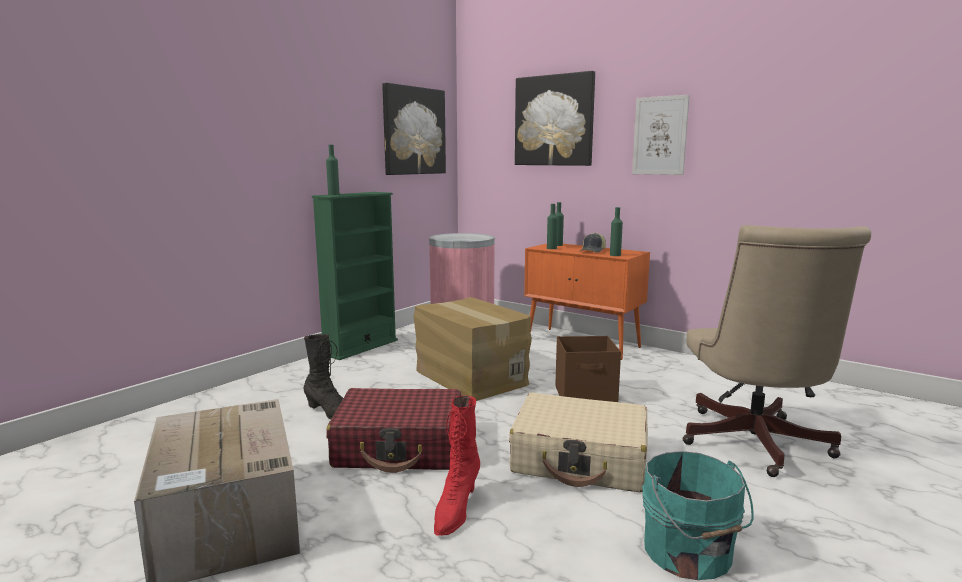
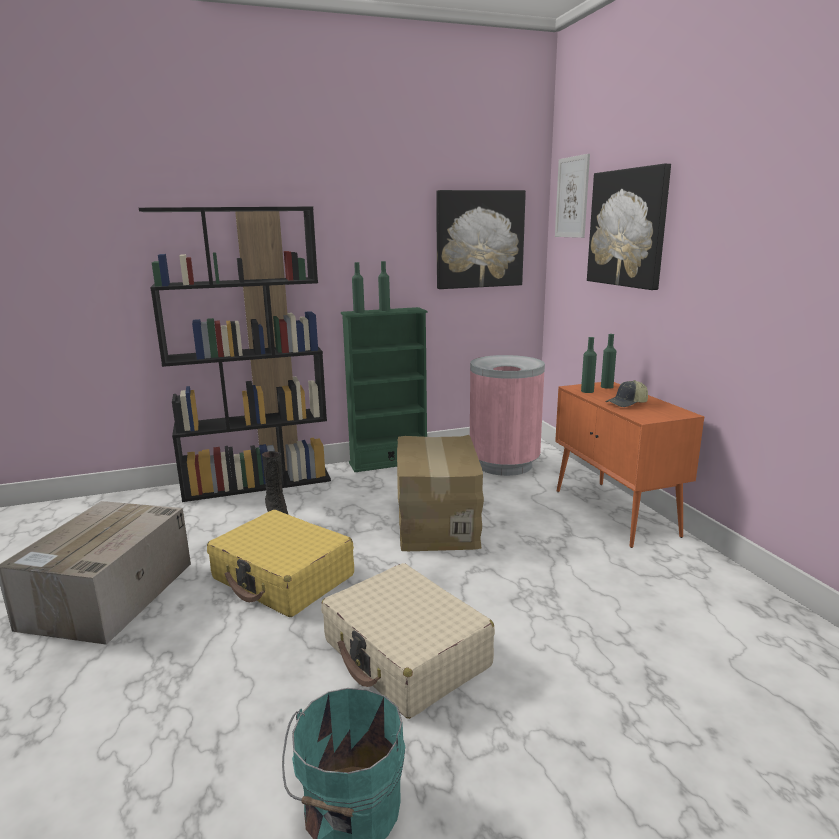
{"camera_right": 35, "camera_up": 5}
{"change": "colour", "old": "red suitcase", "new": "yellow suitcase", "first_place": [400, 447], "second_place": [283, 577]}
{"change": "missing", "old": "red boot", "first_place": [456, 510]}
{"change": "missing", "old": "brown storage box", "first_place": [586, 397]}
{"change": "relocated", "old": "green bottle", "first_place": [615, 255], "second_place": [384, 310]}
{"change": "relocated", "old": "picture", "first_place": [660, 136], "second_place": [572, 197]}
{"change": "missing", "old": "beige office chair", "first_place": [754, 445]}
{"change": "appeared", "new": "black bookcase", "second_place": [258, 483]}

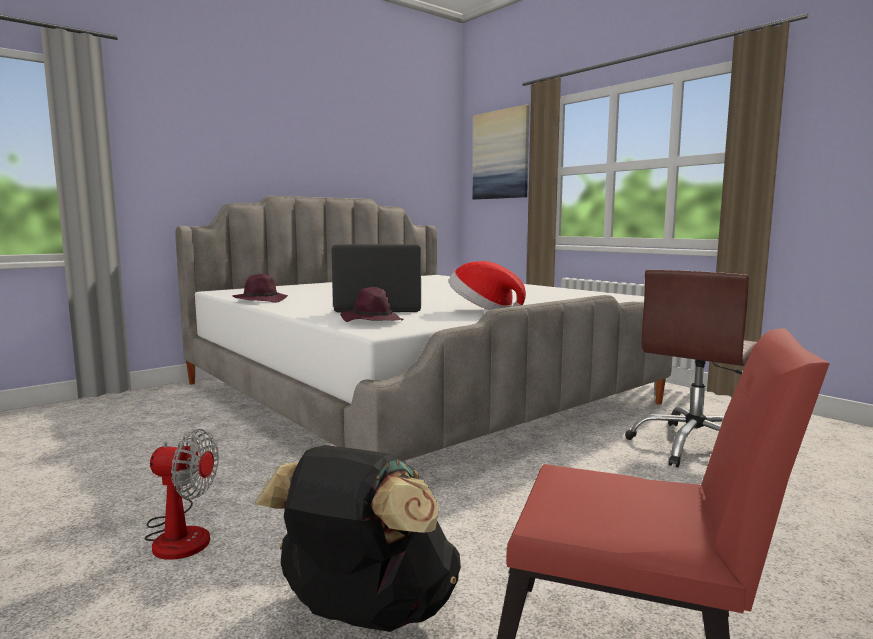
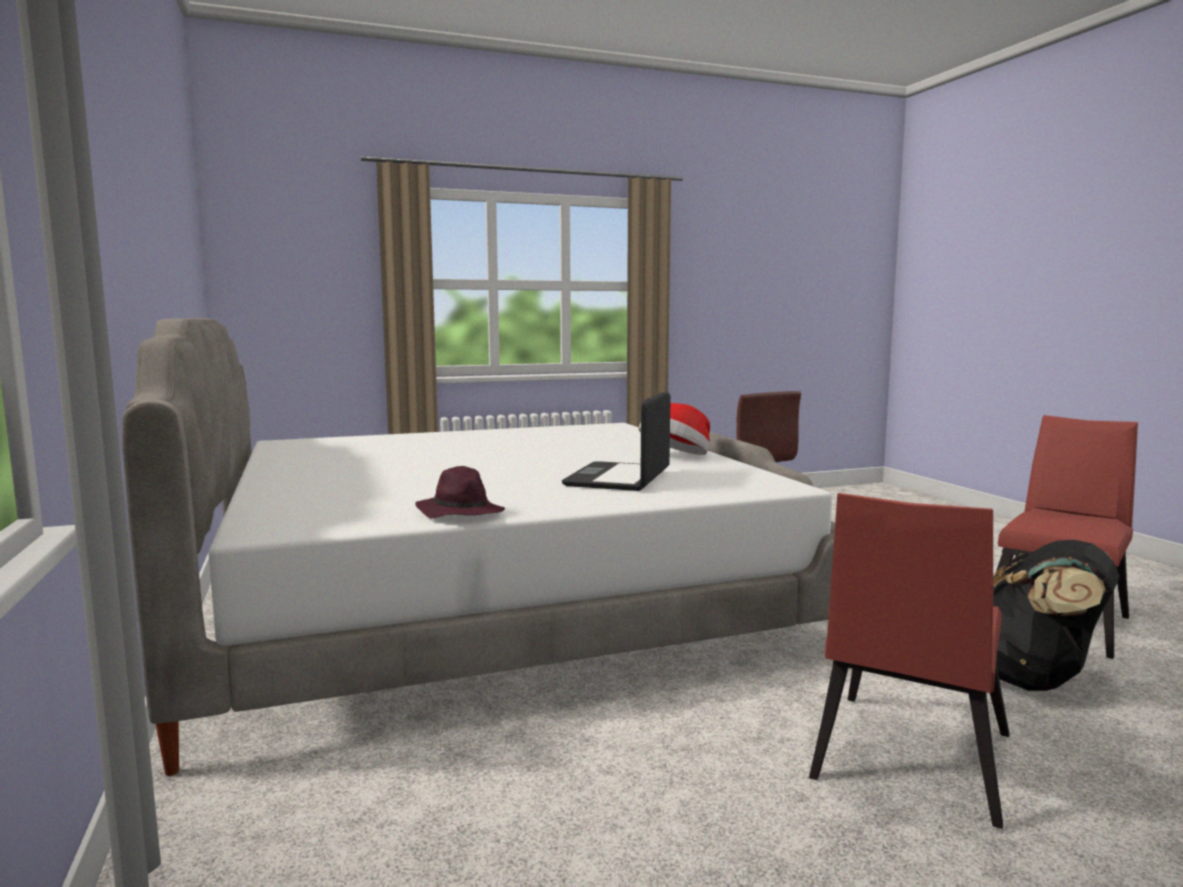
{"camera_right": -70, "camera_up": 0}
{"change": "exchanged", "old": "fan", "new": "red chair", "first_place": [179, 534], "second_place": [907, 762]}
{"change": "missing", "old": "purple hat", "first_place": [371, 321]}
{"change": "missing", "old": "picture", "first_place": [501, 155]}

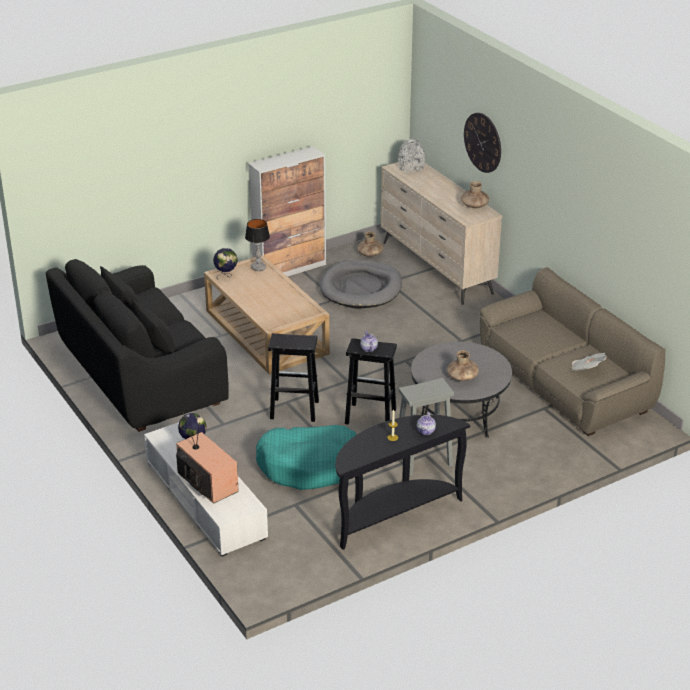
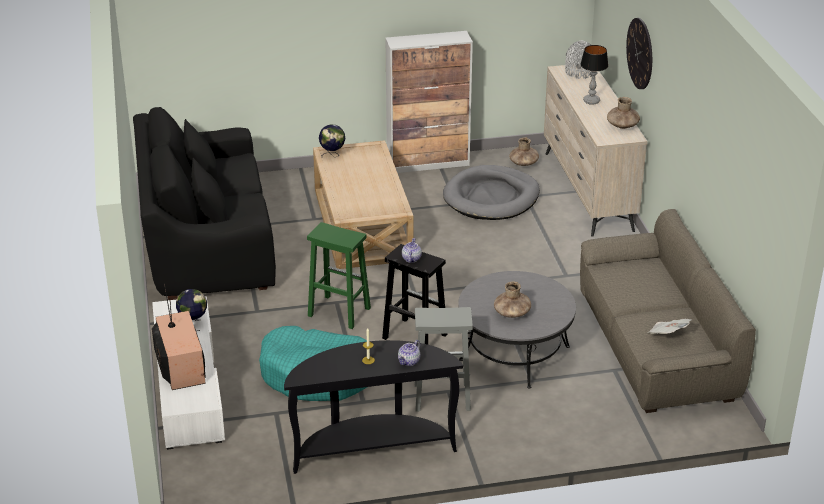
{"camera_right": 20, "camera_up": 0}
{"change": "relocated", "old": "table lamp", "first_place": [259, 268], "second_place": [591, 101]}
{"change": "colour", "old": "black stool", "new": "green stool", "first_place": [293, 410], "second_place": [338, 312]}

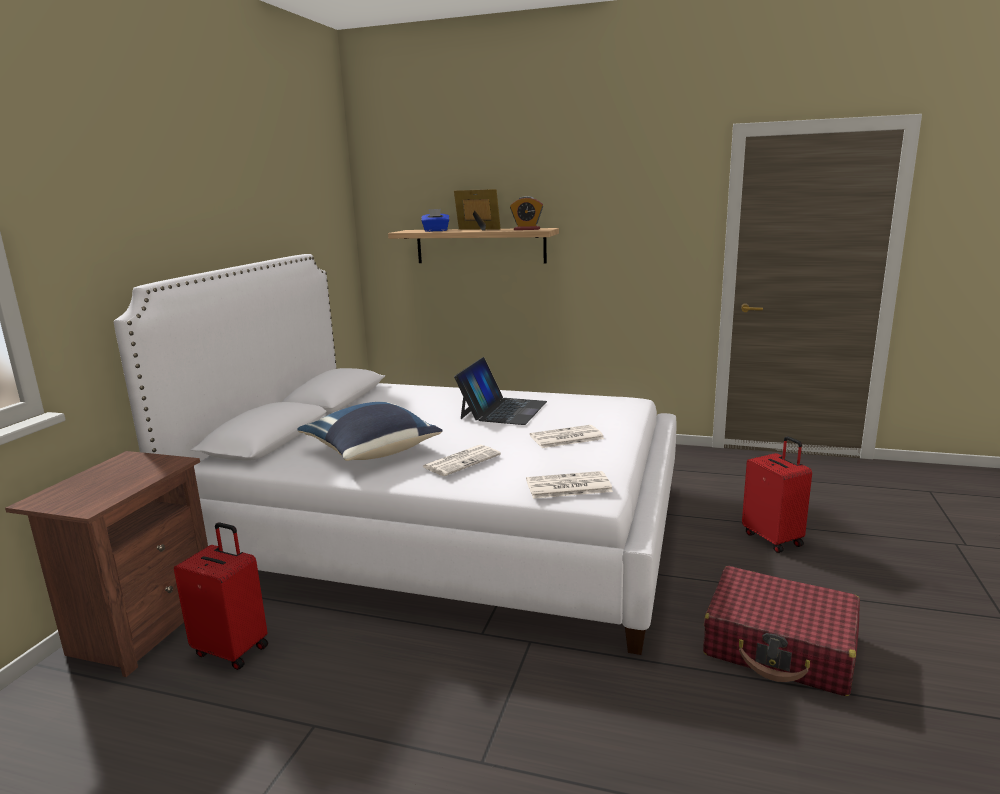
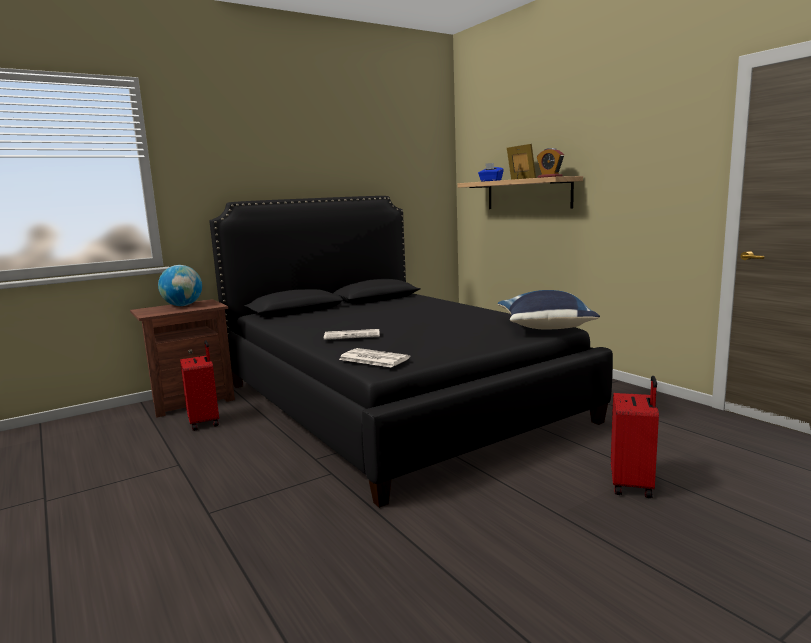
{"camera_right": 40, "camera_up": -5}
{"change": "colour", "old": "white bed", "new": "black bed", "first_place": [445, 529], "second_place": [394, 402]}
{"change": "relocated", "old": "blue pillow", "first_place": [372, 452], "second_place": [545, 328]}
{"change": "missing", "old": "laptop", "first_place": [503, 410]}
{"change": "missing", "old": "newspaper", "first_place": [566, 438]}
{"change": "missing", "old": "red suitcase", "first_place": [780, 646]}
{"change": "appeared", "new": "globe", "second_place": [183, 305]}

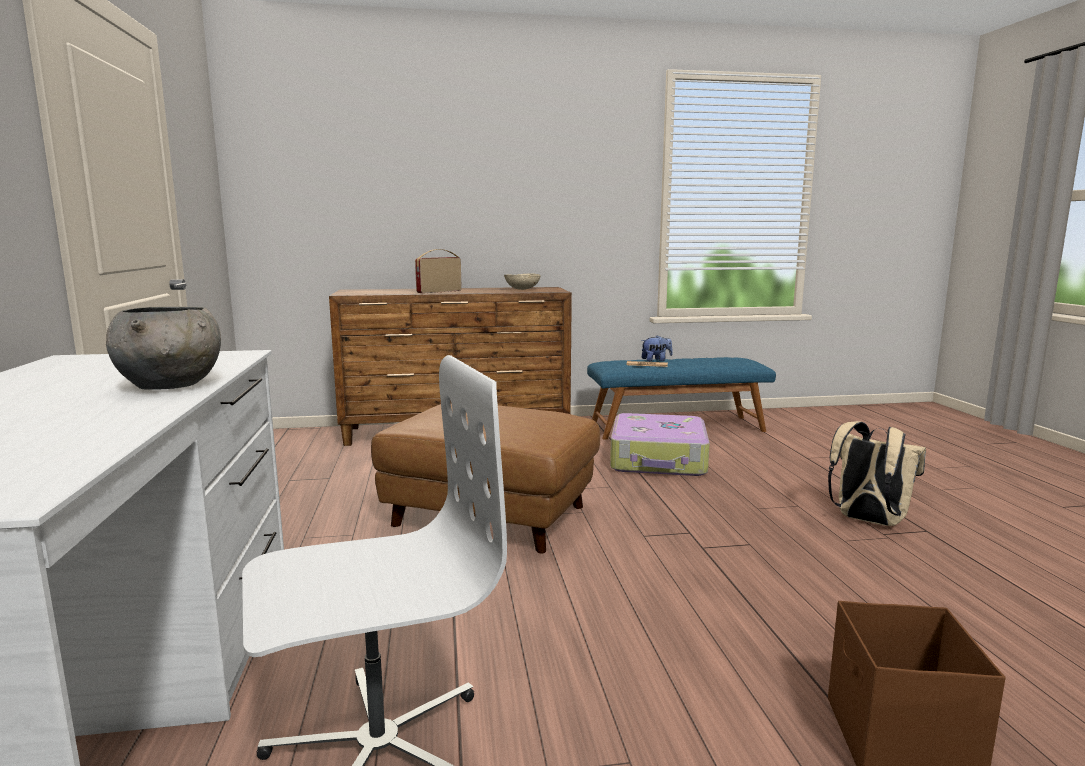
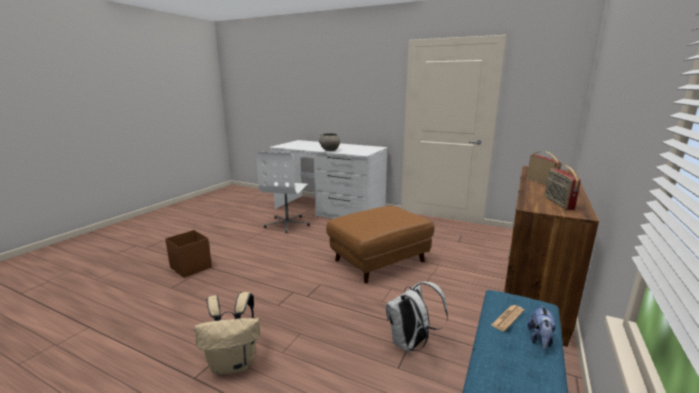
{"camera_right": 125, "camera_up": 5}
{"change": "exchanged", "old": "beige bowl", "new": "radio", "first_place": [522, 289], "second_place": [557, 203]}
{"change": "exchanged", "old": "suitcase", "new": "white backpack", "first_place": [659, 460], "second_place": [411, 344]}

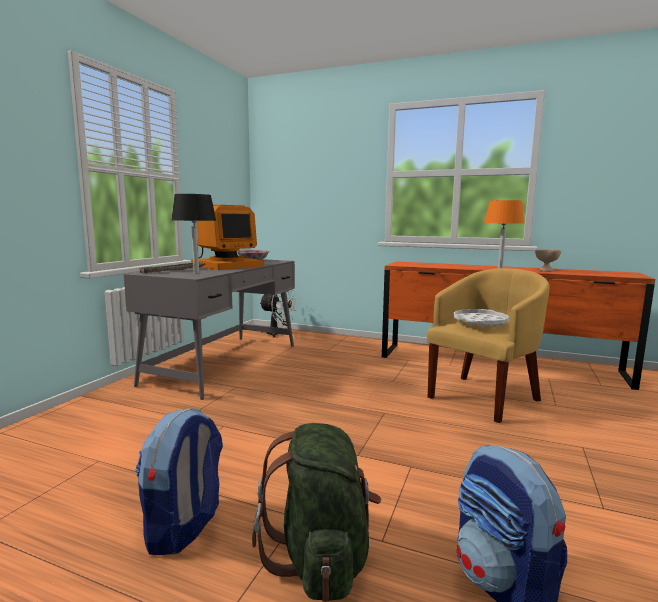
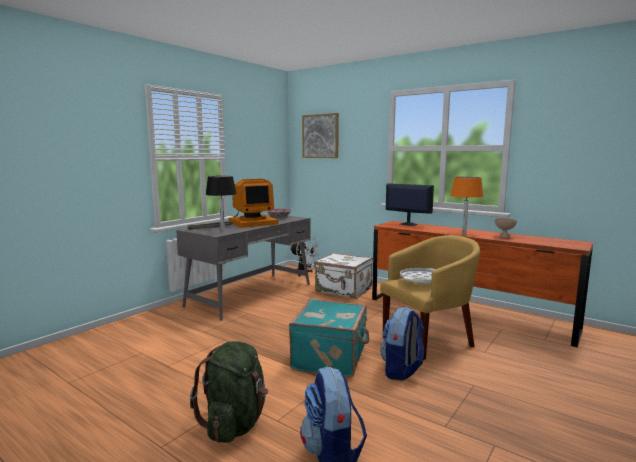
{"camera_right": 15, "camera_up": 0}
{"change": "relocated", "old": "backpack", "first_place": [185, 527], "second_place": [402, 370]}
{"change": "appeared", "new": "turquoise suitcase", "second_place": [331, 358]}
{"change": "appeared", "new": "picture", "second_place": [320, 136]}
{"change": "appeared", "new": "white suitcase", "second_place": [343, 290]}
{"change": "appeared", "new": "monitor", "second_place": [407, 224]}

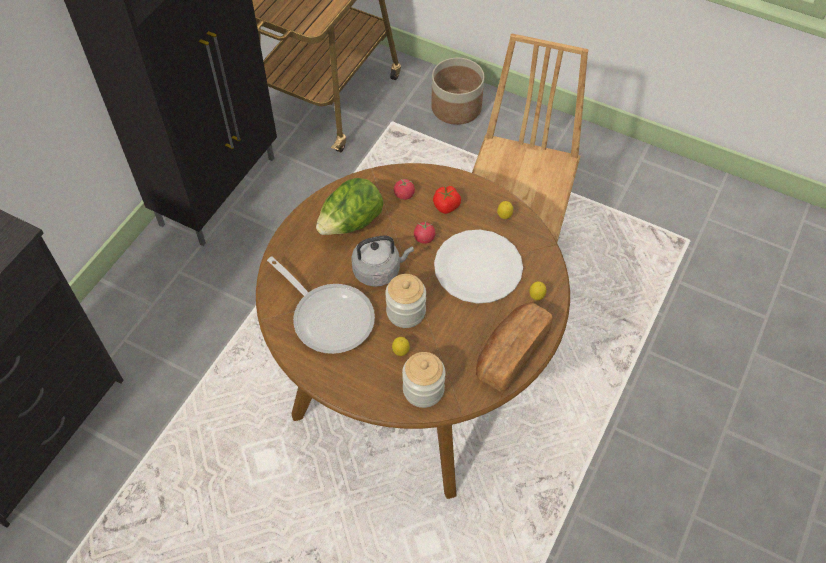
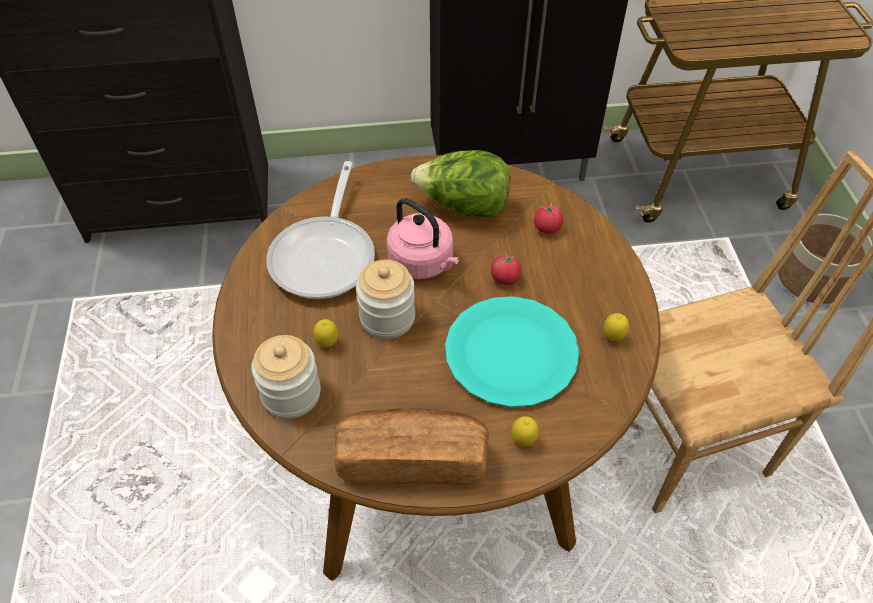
{"camera_right": 55, "camera_up": -5}
{"change": "colour", "old": "grey kettle", "new": "pink kettle", "first_place": [379, 270], "second_place": [423, 263]}
{"change": "missing", "old": "tomato", "first_place": [446, 206]}
{"change": "colour", "old": "white plate", "new": "turquoise plate", "first_place": [478, 267], "second_place": [511, 352]}

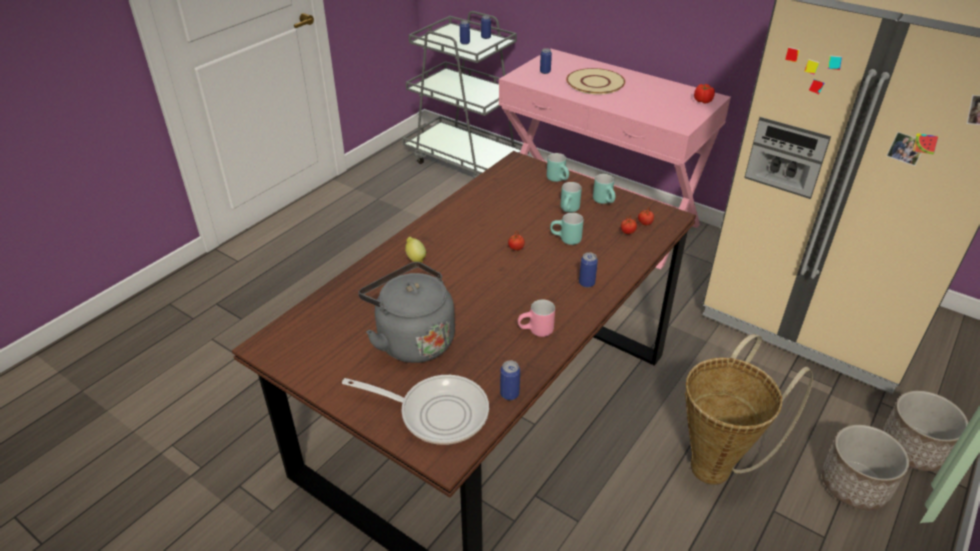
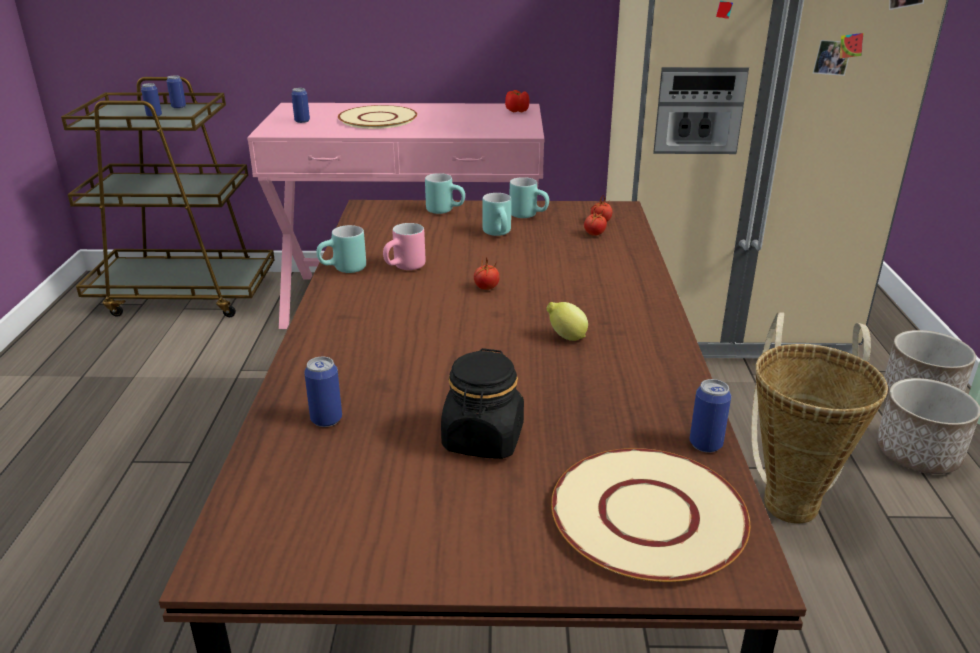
{"camera_right": -35, "camera_up": -10}
{"change": "exchanged", "old": "frying pan", "new": "beige plate", "first_place": [437, 412], "second_place": [646, 515]}
{"change": "exchanged", "old": "grey kettle", "new": "black jar", "first_place": [412, 339], "second_place": [483, 439]}
{"change": "colour", "old": "grey cart", "new": "brown cart", "first_place": [466, 160], "second_place": [185, 294]}
{"change": "relocated", "old": "lemon", "first_place": [415, 258], "second_place": [566, 337]}
{"change": "relocated", "old": "pink mug", "first_place": [536, 332], "second_place": [406, 268]}
{"change": "relocated", "old": "turquoise mug", "first_place": [566, 240], "second_place": [344, 270]}
{"change": "relocated", "old": "can", "first_place": [586, 283], "second_place": [326, 419]}

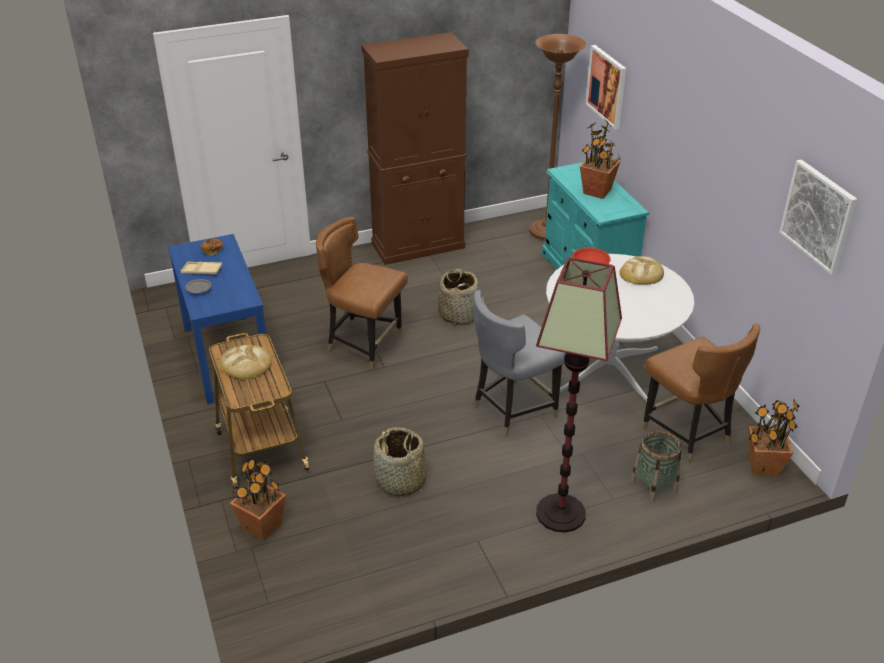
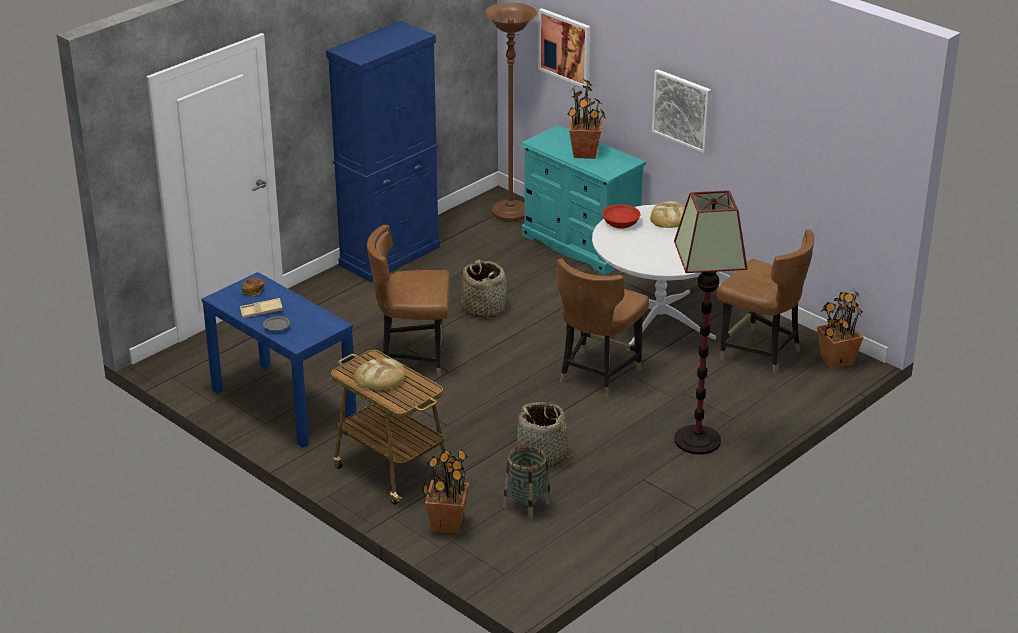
{"camera_right": -25, "camera_up": -5}
{"change": "colour", "old": "brown cabinet", "new": "blue cabinet", "first_place": [418, 245], "second_place": [390, 256]}
{"change": "colour", "old": "grey chair", "new": "brown chair", "first_place": [513, 409], "second_place": [597, 374]}
{"change": "relocated", "old": "basket", "first_place": [653, 486], "second_place": [526, 505]}
{"change": "relocated", "old": "picture", "first_place": [818, 216], "second_place": [682, 110]}

